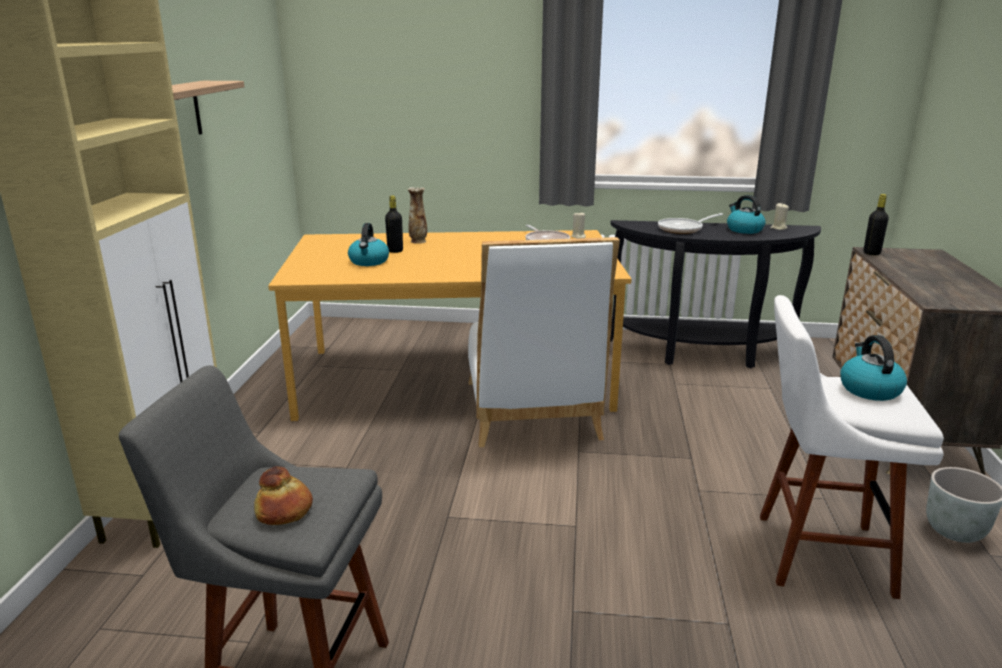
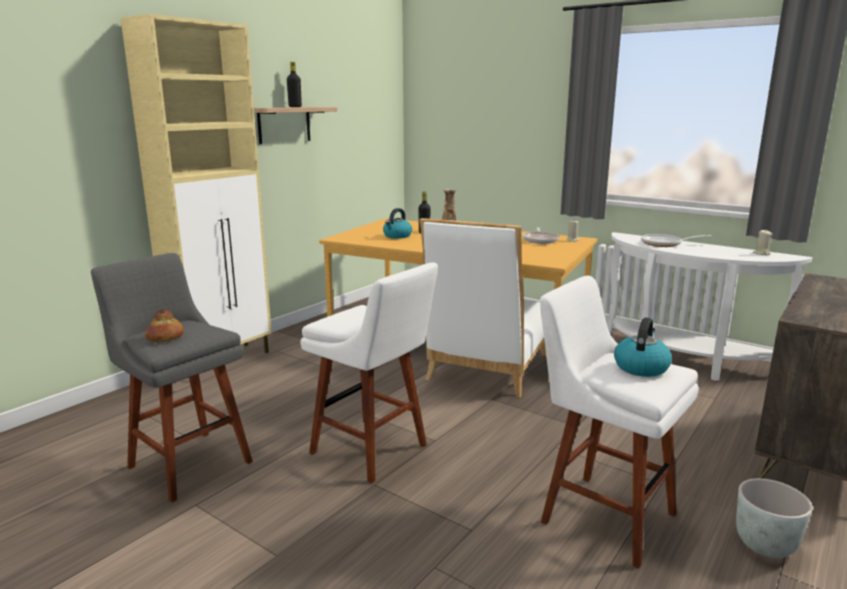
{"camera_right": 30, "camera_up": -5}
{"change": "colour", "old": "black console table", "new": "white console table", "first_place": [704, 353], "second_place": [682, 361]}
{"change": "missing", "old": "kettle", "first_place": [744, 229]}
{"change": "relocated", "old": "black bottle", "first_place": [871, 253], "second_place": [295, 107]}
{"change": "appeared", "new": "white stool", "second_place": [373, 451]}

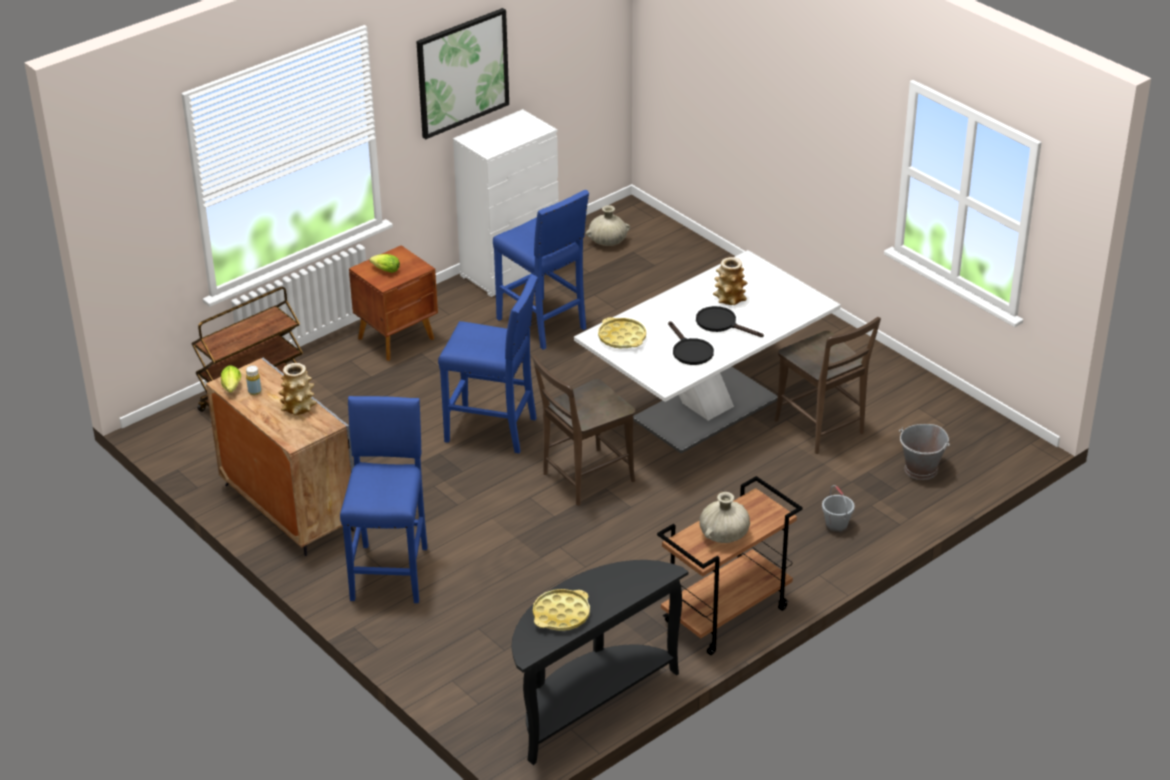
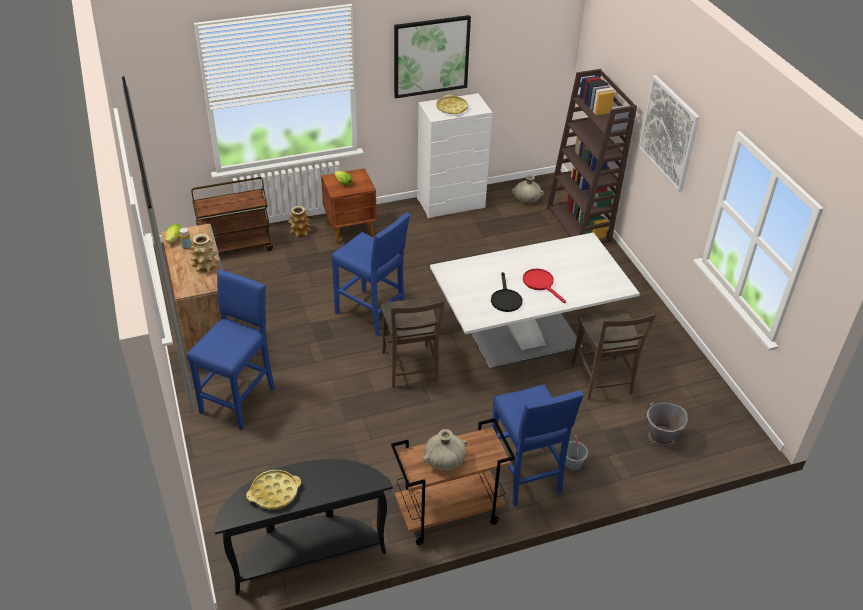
{"camera_right": 20, "camera_up": 5}
{"change": "relocated", "old": "blue stool", "first_place": [543, 324], "second_place": [525, 476]}
{"change": "spun", "old": "brown chair", "first_place": [584, 479], "second_place": [410, 369], "degrees": -90}
{"change": "relocated", "old": "yellow tray", "first_place": [622, 337], "second_place": [451, 108]}
{"change": "colour", "old": "black frying pan", "new": "red frying pan", "first_place": [721, 323], "second_place": [541, 284]}
{"change": "relocated", "old": "vase", "first_place": [729, 298], "second_place": [300, 232]}
{"change": "appeared", "new": "brown bookcase", "second_place": [579, 224]}
{"change": "appeared", "new": "picture", "second_place": [669, 133]}

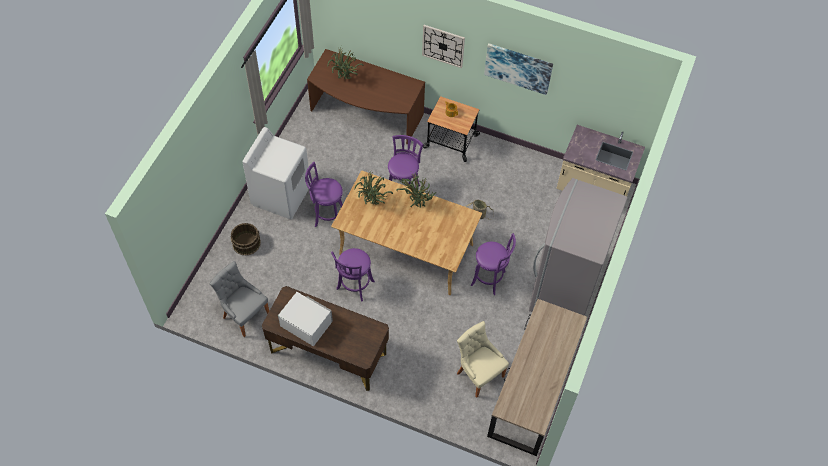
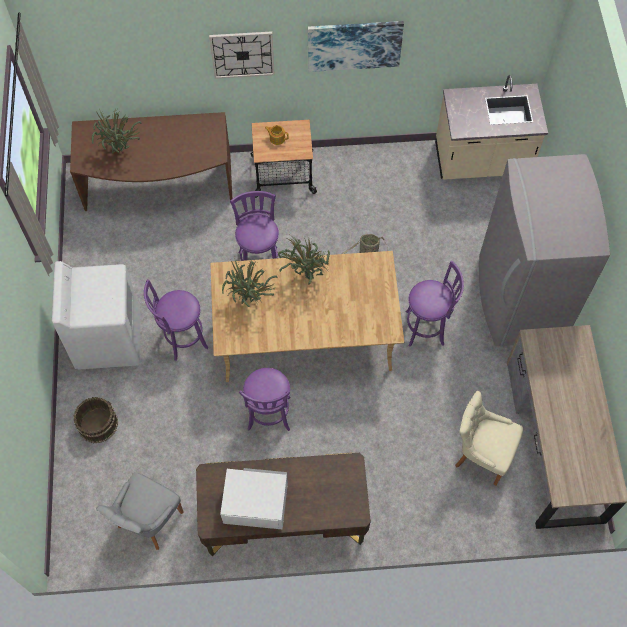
{"camera_right": -25, "camera_up": 5}
{"change": "spun", "old": "grey chair", "first_place": [244, 314], "second_place": [148, 521], "degrees": -75}

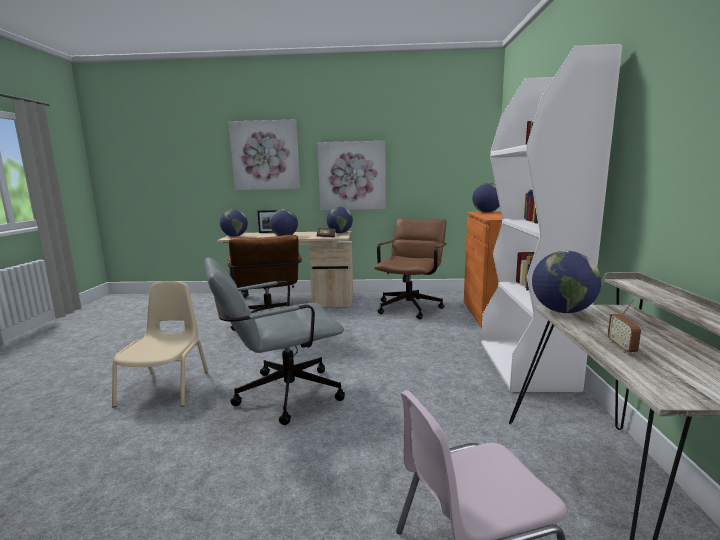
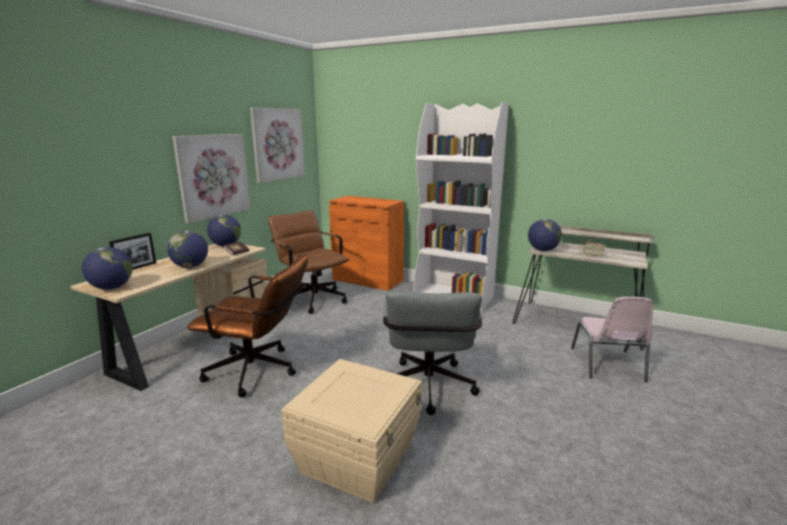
{"camera_right": -65, "camera_up": 5}
{"change": "exchanged", "old": "beige chair", "new": "beige storage box", "first_place": [166, 387], "second_place": [358, 458]}
{"change": "relocated", "old": "picture", "first_place": [265, 155], "second_place": [278, 144]}
{"change": "missing", "old": "globe", "first_place": [486, 212]}

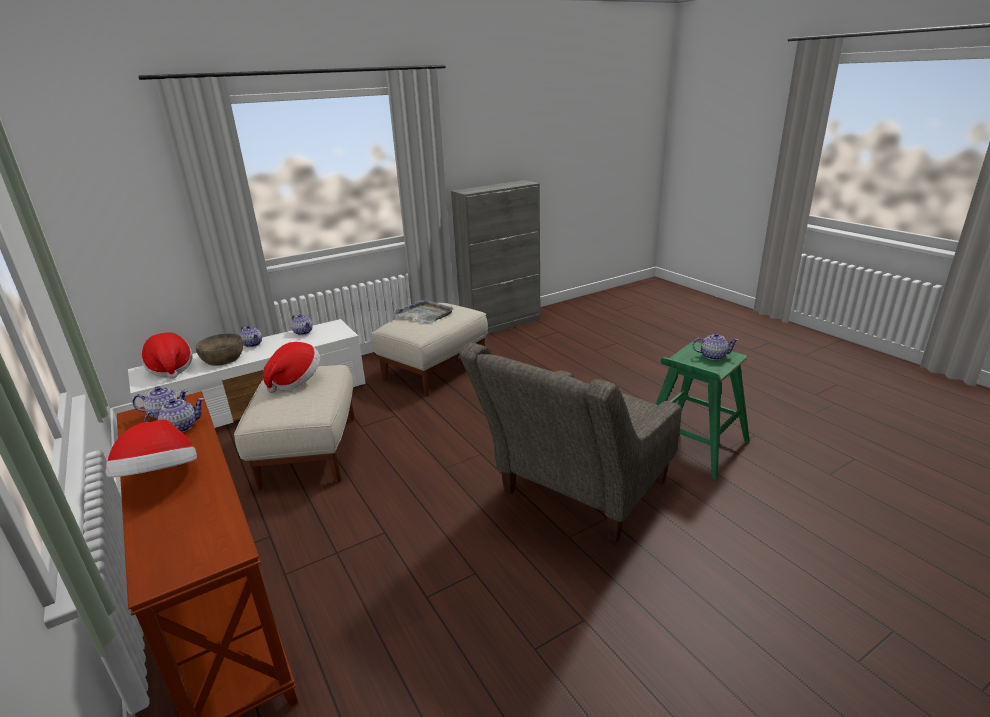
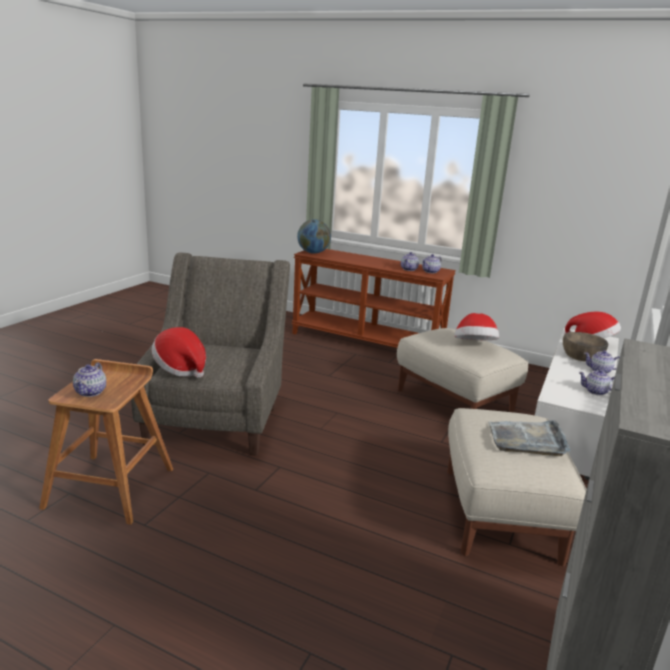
{"camera_right": 145, "camera_up": -5}
{"change": "relocated", "old": "hat", "first_place": [161, 478], "second_place": [181, 368]}
{"change": "colour", "old": "green stool", "new": "brown stool", "first_place": [693, 445], "second_place": [111, 487]}
{"change": "spun", "old": "teapot", "first_place": [713, 356], "second_place": [91, 392], "degrees": -60}
{"change": "appeared", "new": "globe", "second_place": [313, 253]}

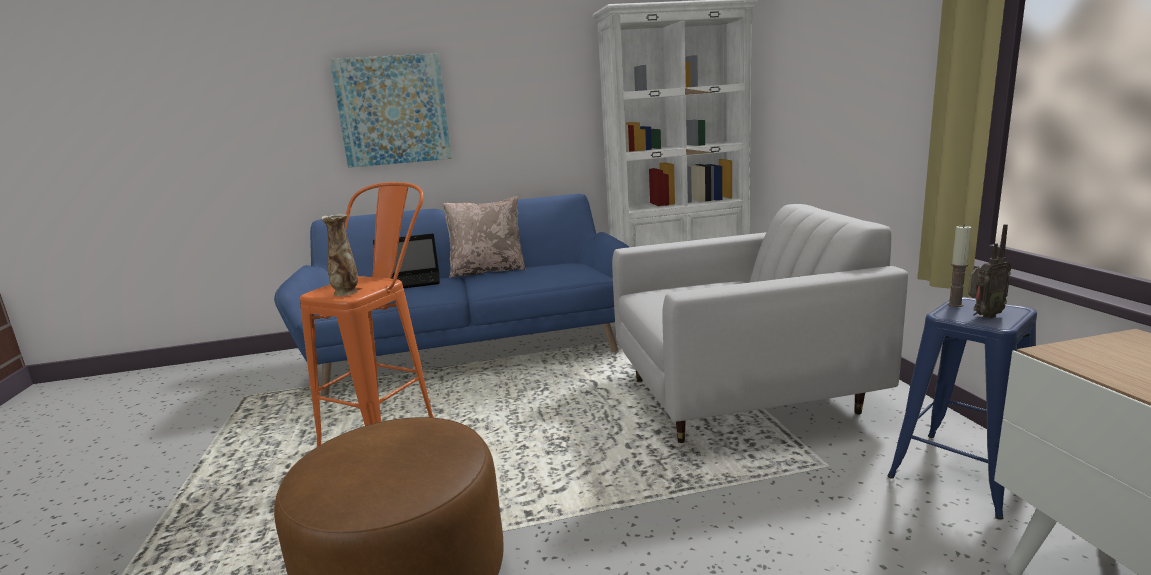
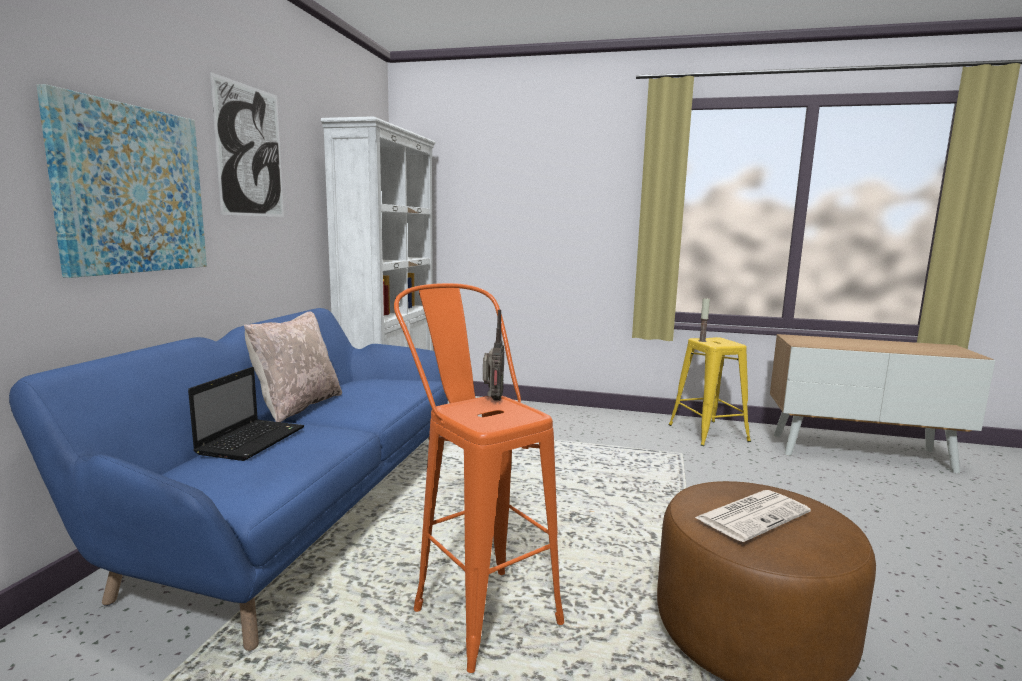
{"camera_right": -65, "camera_up": -5}
{"change": "missing", "old": "vase", "first_place": [346, 293]}
{"change": "missing", "old": "white armchair", "first_place": [741, 396]}
{"change": "colour", "old": "blue stool", "new": "yellow stool", "first_place": [960, 473], "second_place": [708, 433]}
{"change": "relocated", "old": "radio", "first_place": [983, 316], "second_place": [492, 400]}
{"change": "appeared", "new": "picture", "second_place": [250, 151]}
{"change": "appeared", "new": "newspaper", "second_place": [752, 515]}

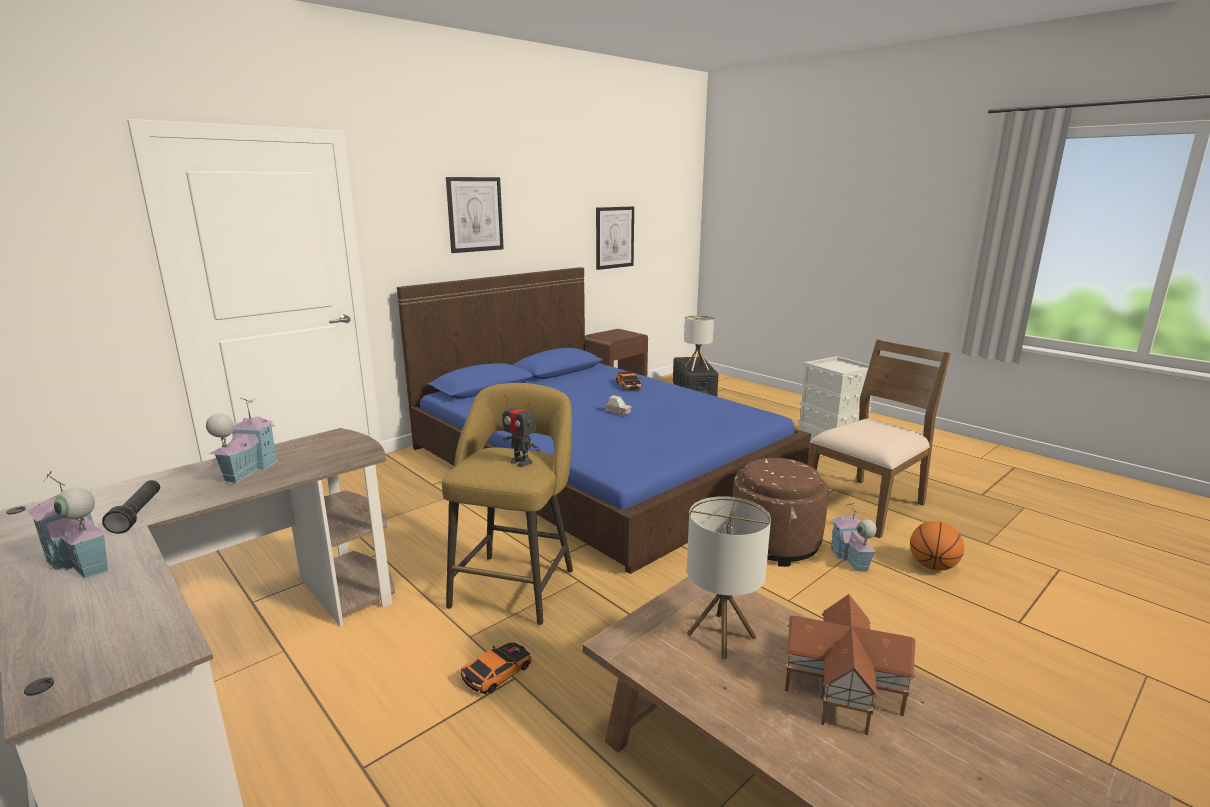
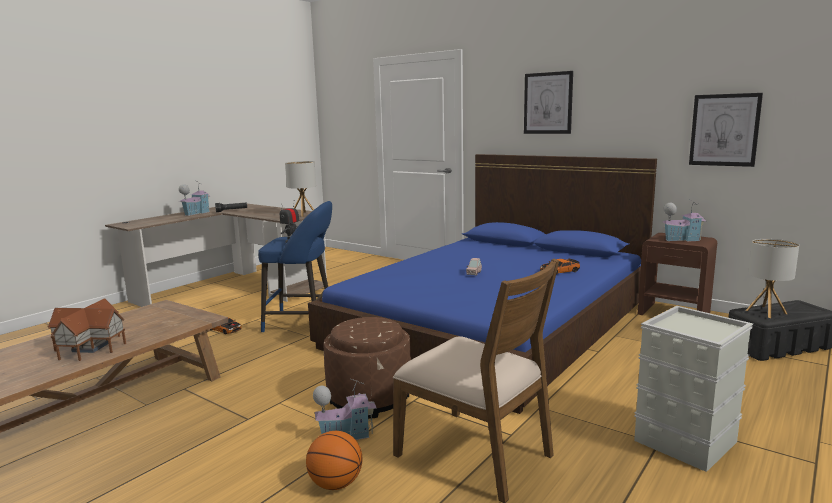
{"camera_right": 80, "camera_up": -5}
{"change": "relocated", "old": "toy house", "first_place": [248, 470], "second_place": [681, 239]}
{"change": "colour", "old": "yellow stool", "new": "blue stool", "first_place": [515, 584], "second_place": [303, 322]}
{"change": "relocated", "old": "table lamp", "first_place": [721, 635], "second_place": [303, 214]}

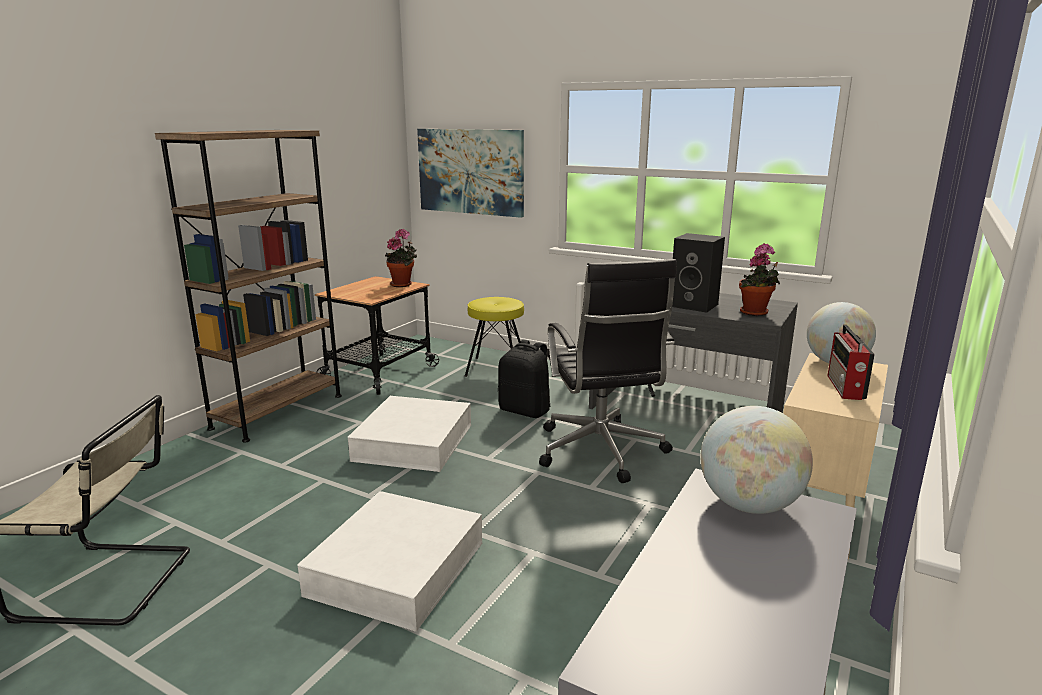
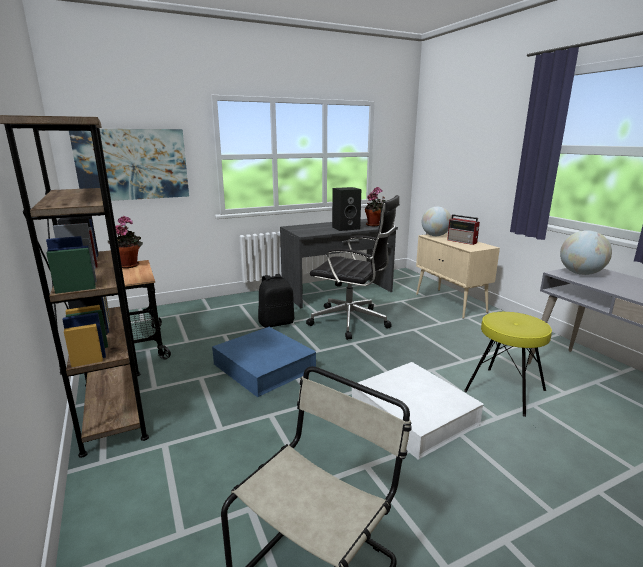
{"camera_right": -55, "camera_up": 0}
{"change": "colour", "old": "white storage box", "new": "blue storage box", "first_place": [413, 442], "second_place": [264, 367]}
{"change": "relocated", "old": "yellow stool", "first_place": [496, 368], "second_place": [504, 390]}

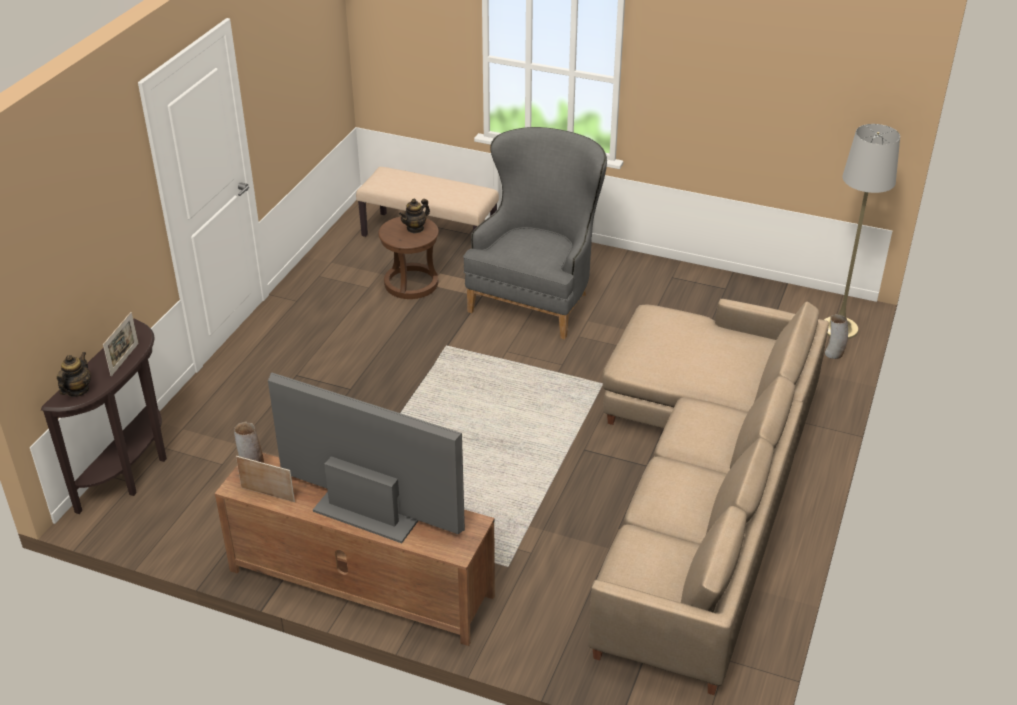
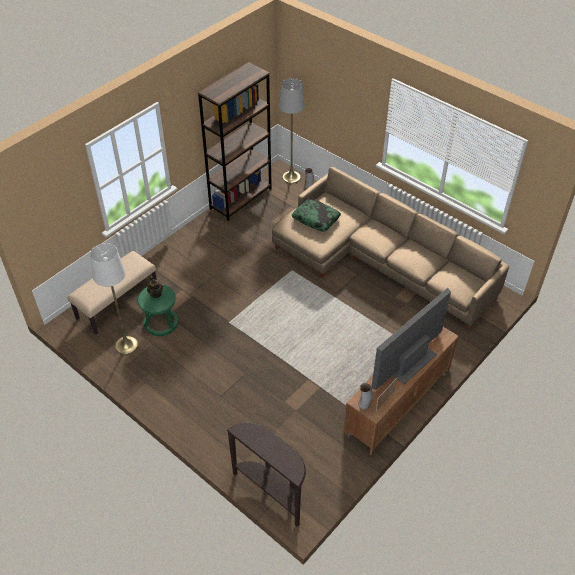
{"camera_right": -70, "camera_up": 10}
{"change": "missing", "old": "teapot", "first_place": [77, 390]}
{"change": "missing", "old": "picture frame", "first_place": [124, 359]}
{"change": "colour", "old": "brown stool", "new": "green stool", "first_place": [411, 283], "second_place": [161, 323]}
{"change": "missing", "old": "grey armchair", "first_place": [538, 297]}
{"change": "appeared", "new": "white floor lamp", "second_place": [126, 345]}
{"change": "appeared", "new": "brown bookcase", "second_place": [241, 198]}
{"change": "appeared", "new": "pillow", "second_place": [316, 218]}

